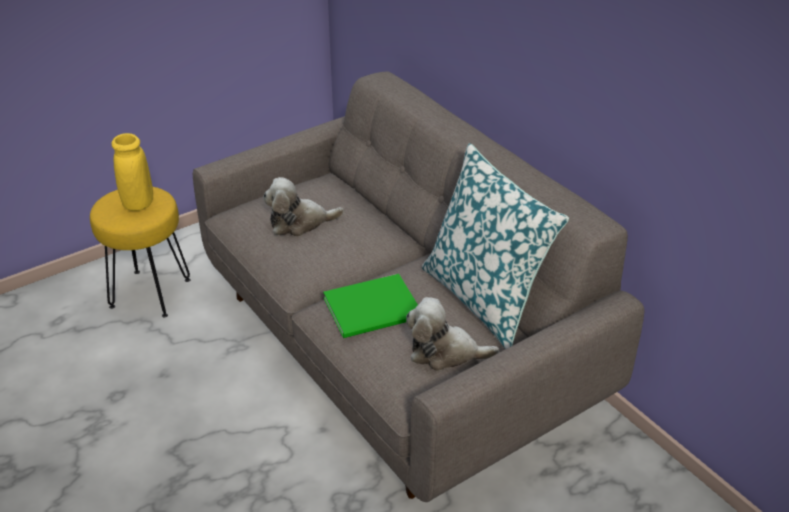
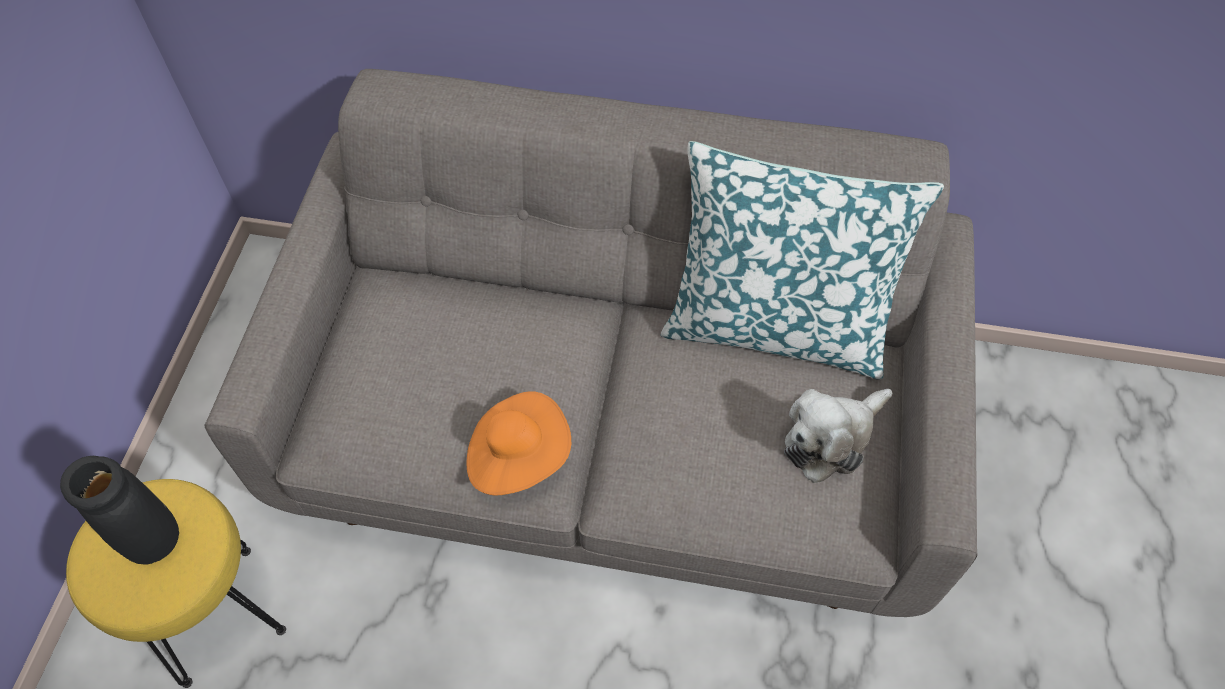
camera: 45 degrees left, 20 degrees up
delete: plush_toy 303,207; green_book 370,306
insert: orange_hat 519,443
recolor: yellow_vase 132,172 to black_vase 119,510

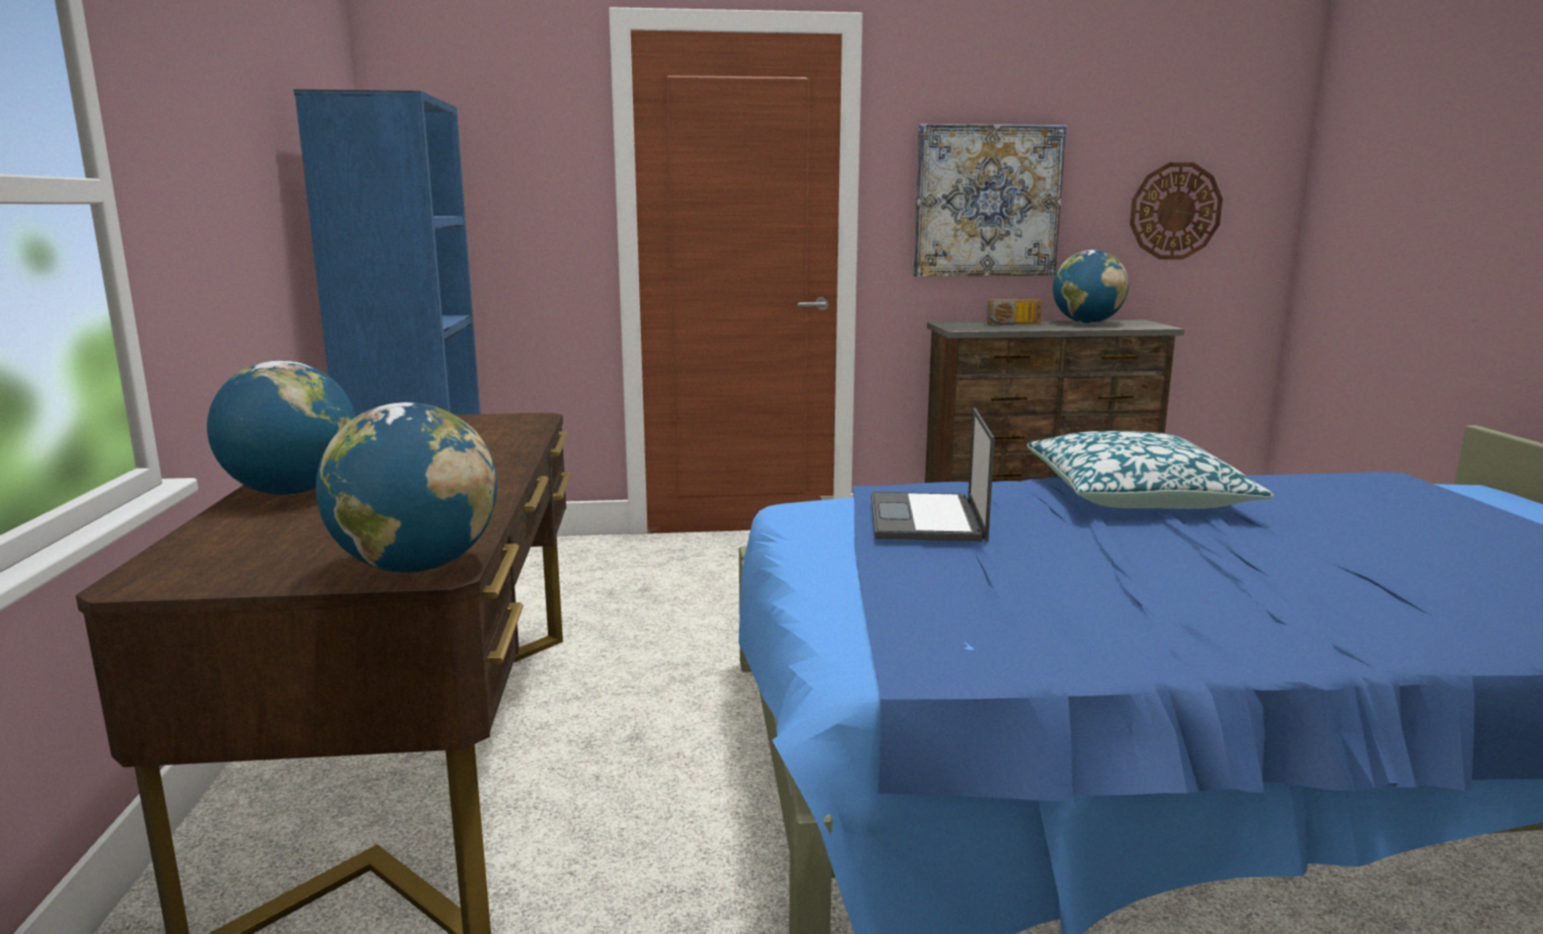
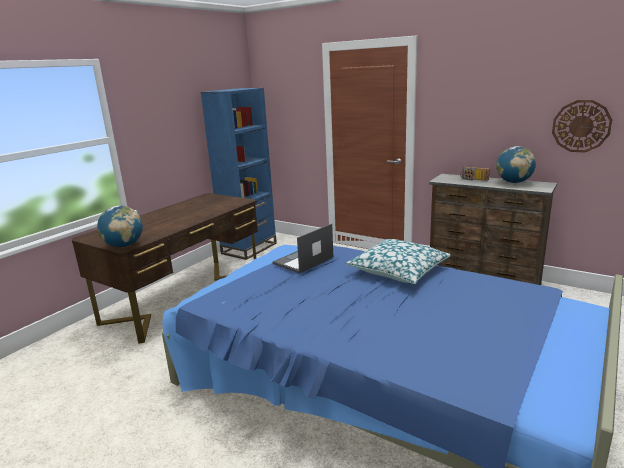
camera: 40 degrees right, 5 degrees up
delete: globe 281,428; picture 990,200

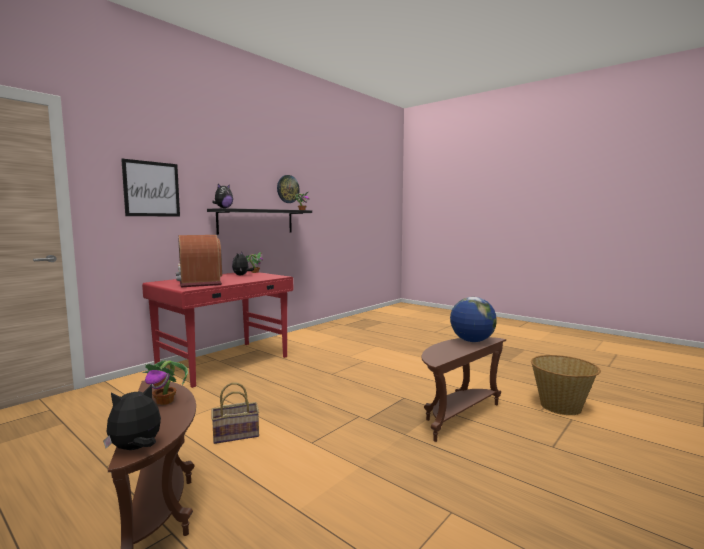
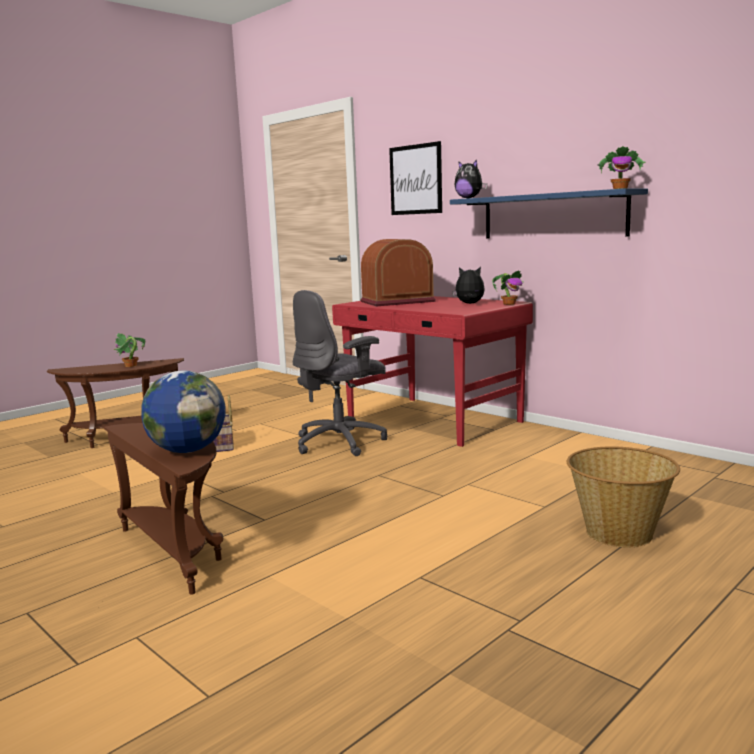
camera: 95 degrees right, 5 degrees up
delete: plush_toy 132,417; wall_clock 288,189
insert: grey_office_chair 340,373
move: basket 566,385 to 623,496
recolor: black_shelf 259,221 to blue_shelf 549,213

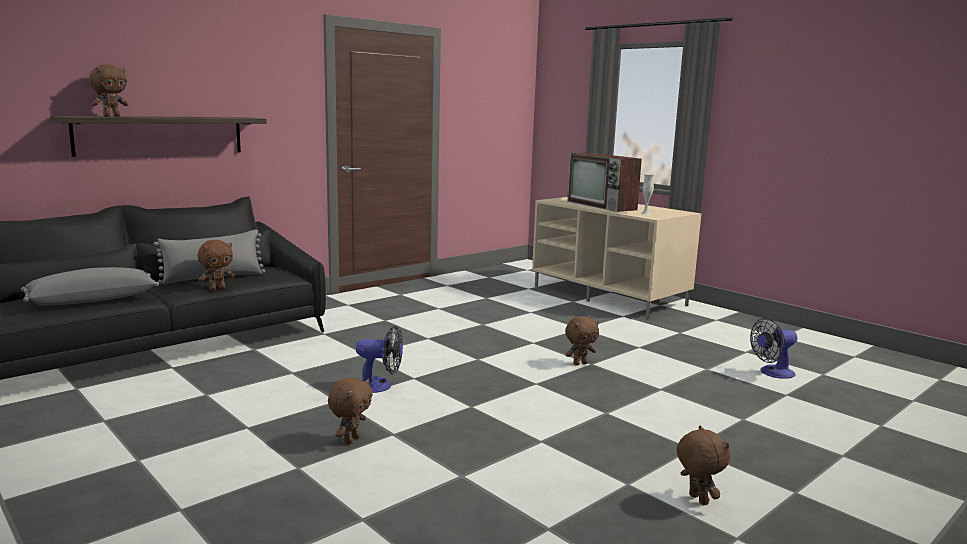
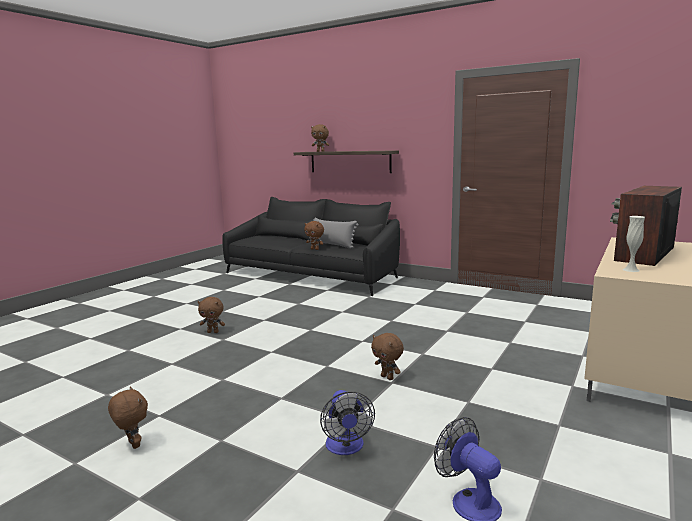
camera: 75 degrees right, 0 degrees up
delete: grey_pillow 90,286
move: fan 379,359 to 347,422
rotate: brown_plush_toy 703,465 = 128,418 90 degrees counterclockwise

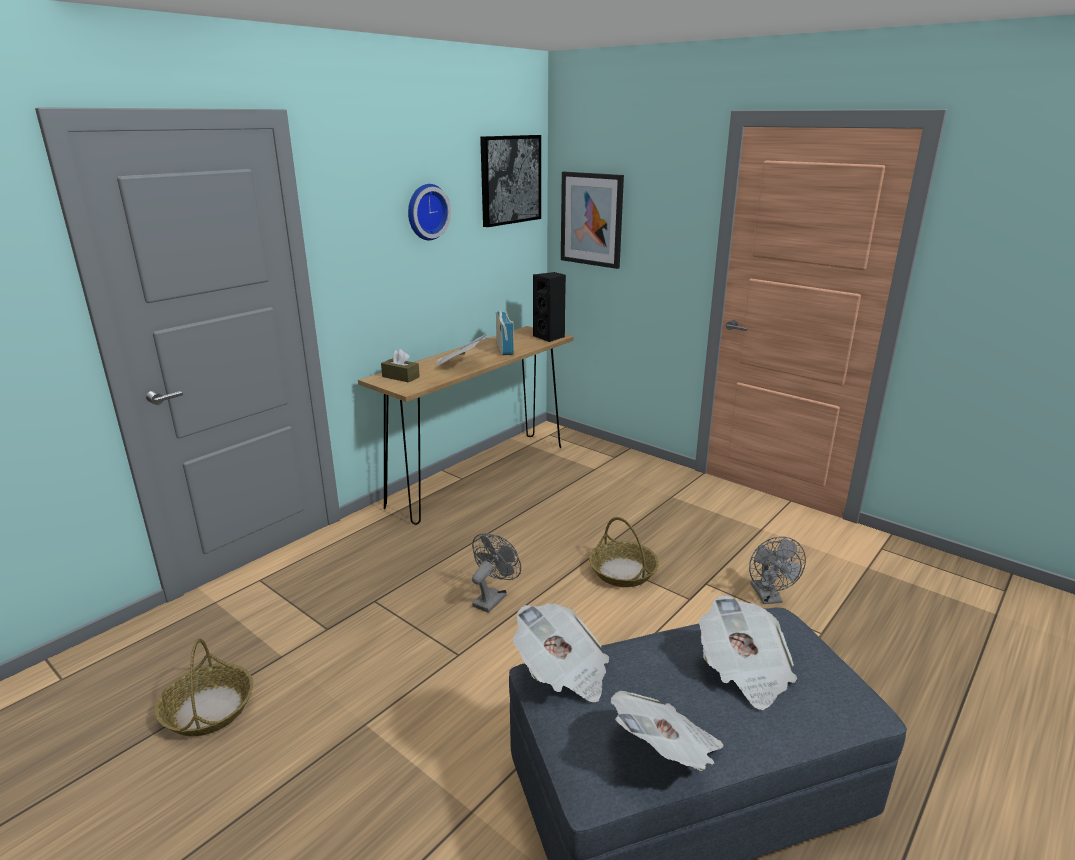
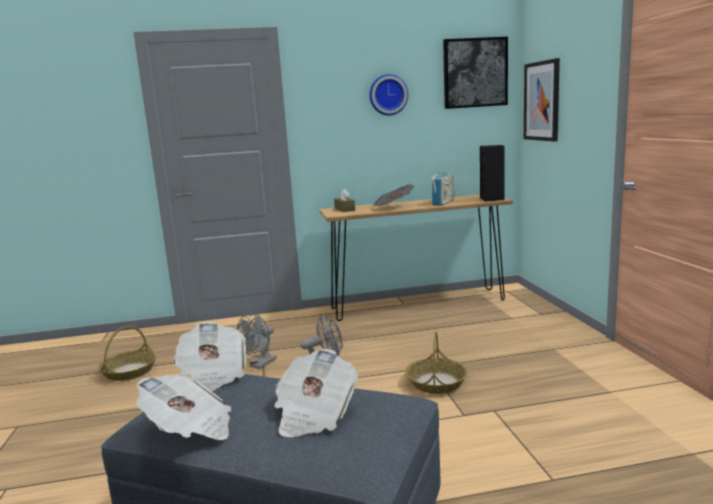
camera: 40 degrees right, 10 degrees down
move: grey_fan 777,570 to 257,341

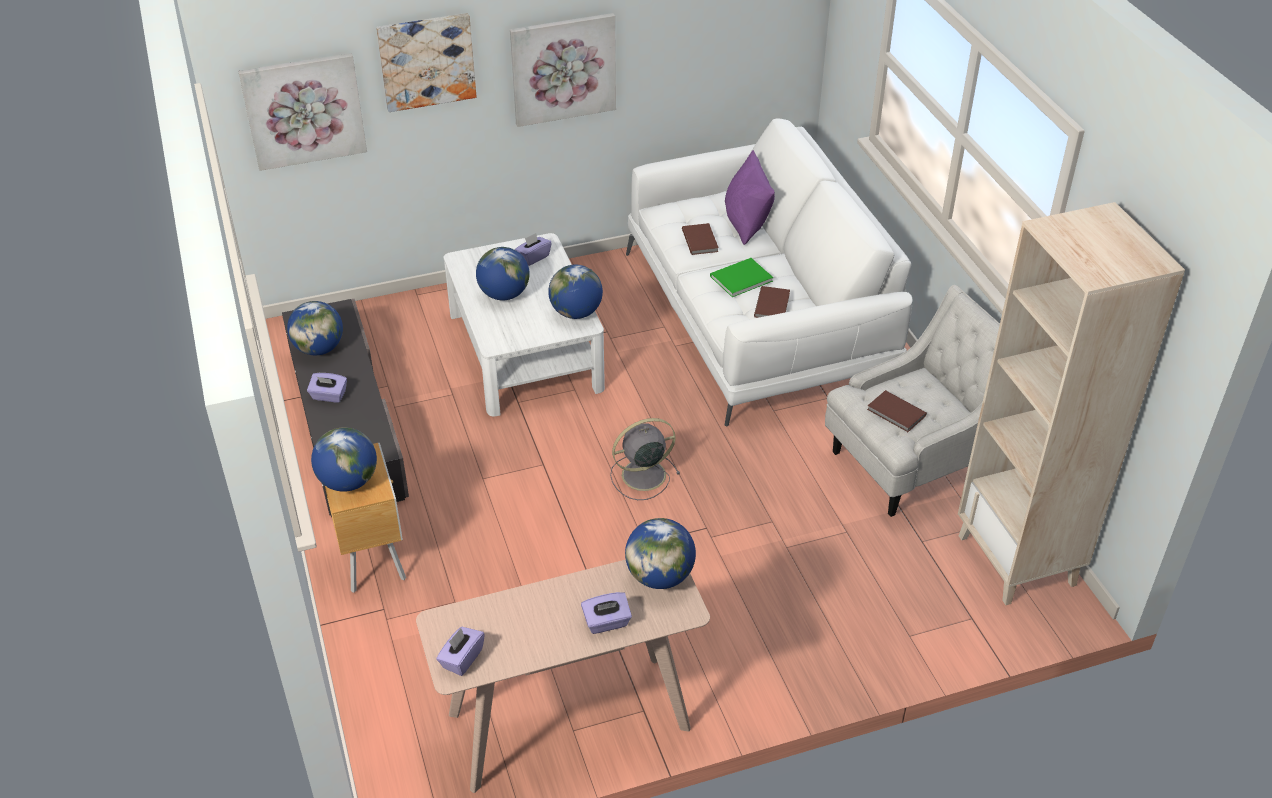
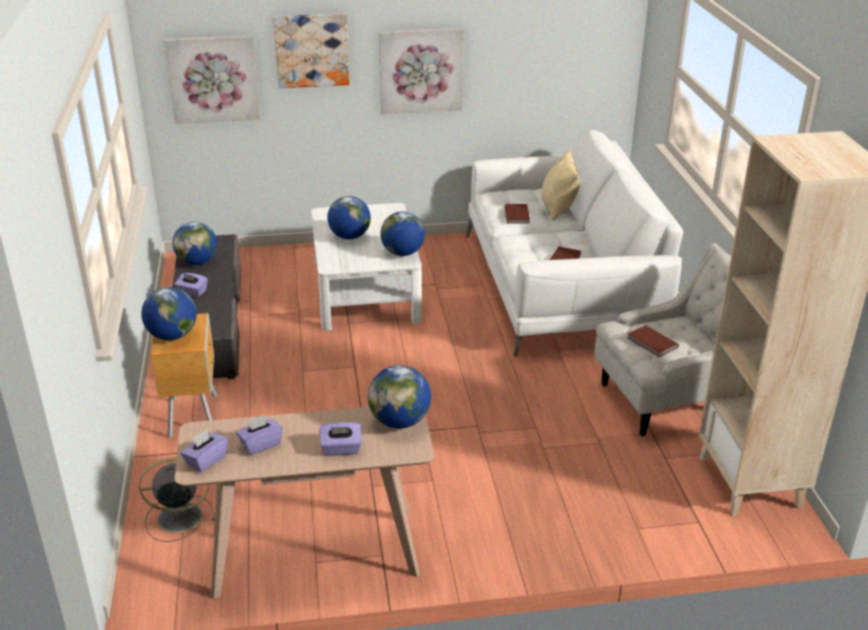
camera: 10 degrees right, 10 degrees down
delete: green_book 741,277
move: purple_tissue_box 533,249 to 259,435; grey_fan 645,459 to 177,500
recolor: purple_pillow 750,197 to beige_pillow 561,185

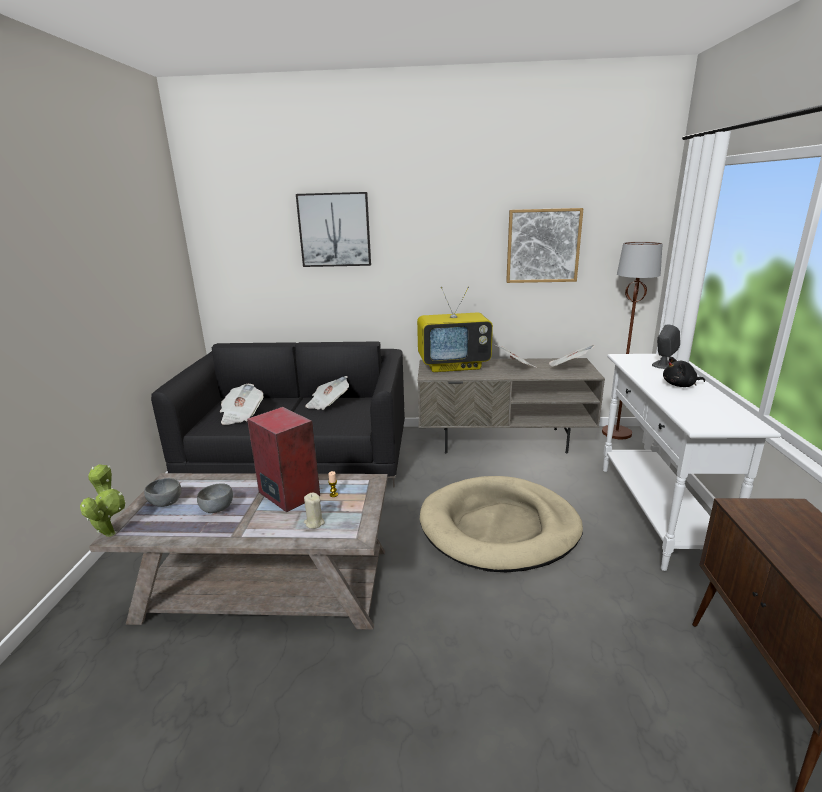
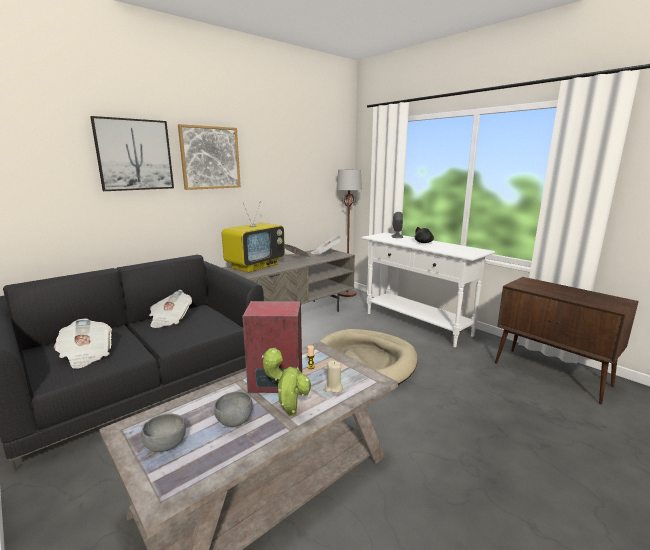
camera: 45 degrees left, 5 degrees down
move: potted_plant 102,500 to 286,381; picture 545,245 to 209,157

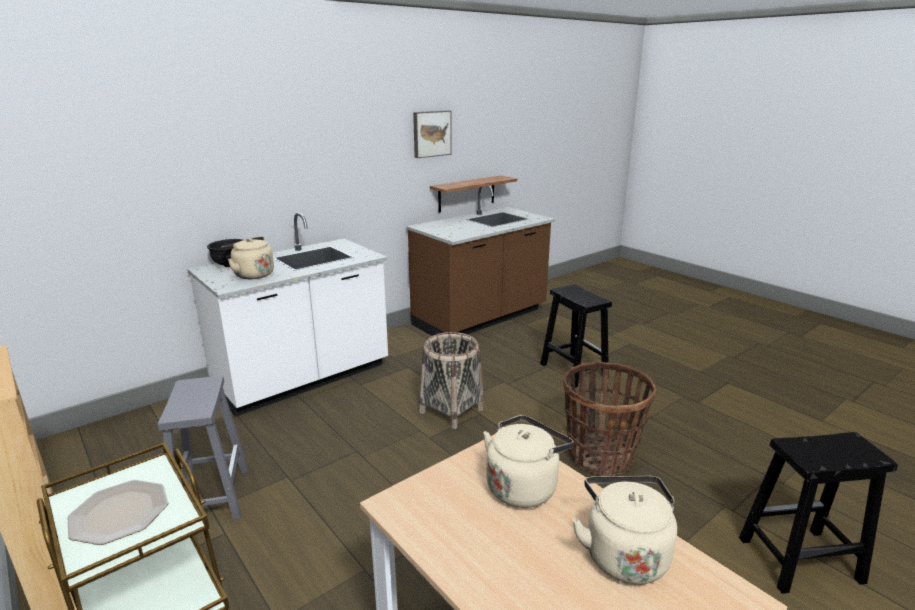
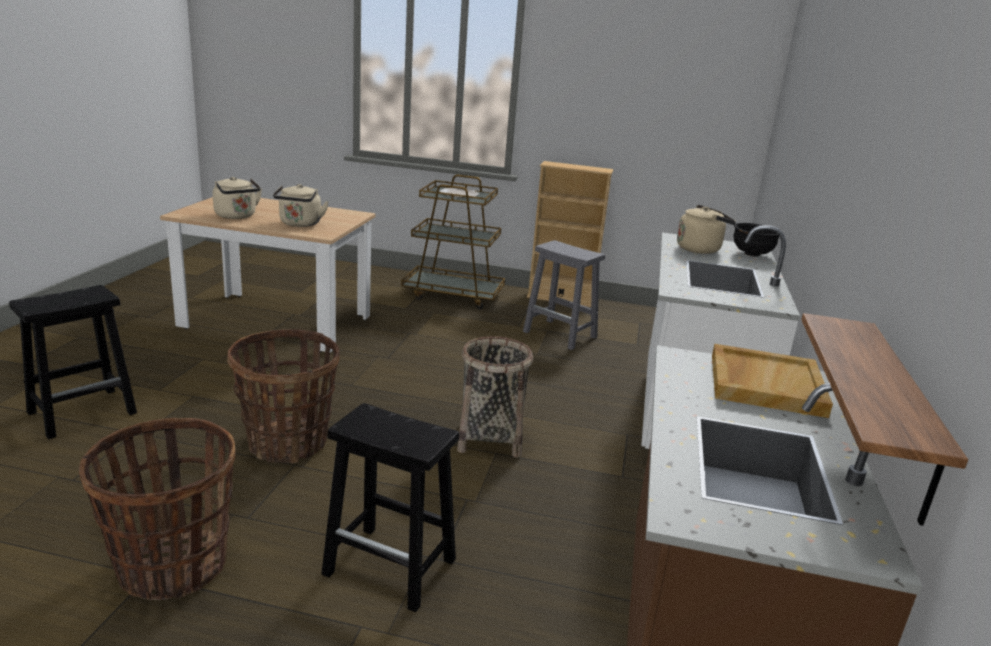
camera: 140 degrees right, 0 degrees up
delete: picture 432,134
insert: basket 157,509; beige_tray 772,381

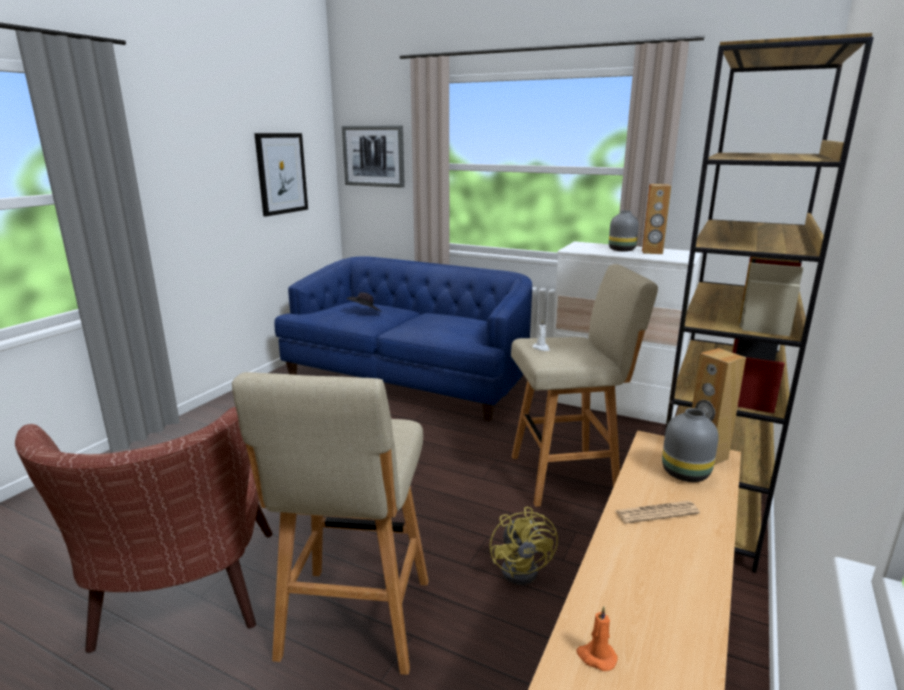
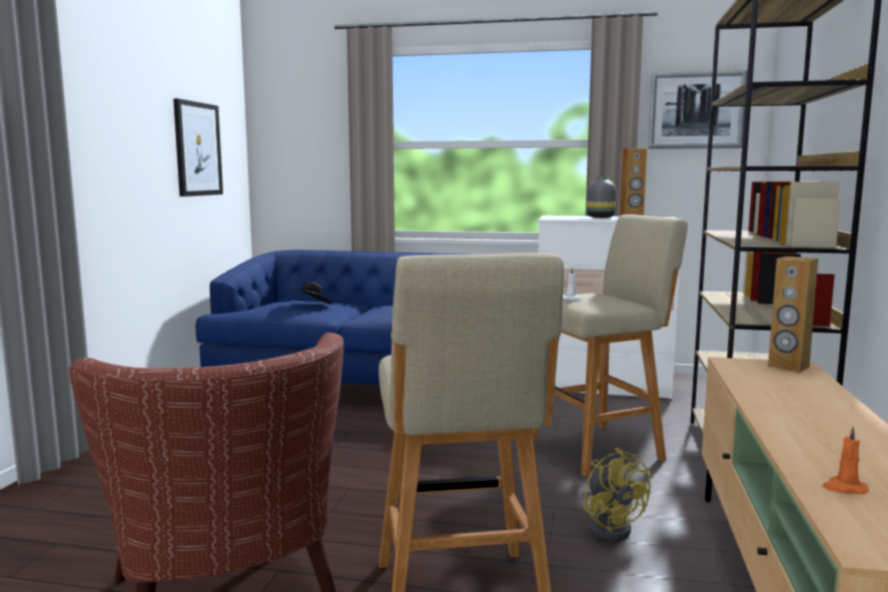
camera: 15 degrees left, 10 degrees down
delete: newspaper 657,512; grey_vase 690,445
move: picture 373,156 to 698,109

